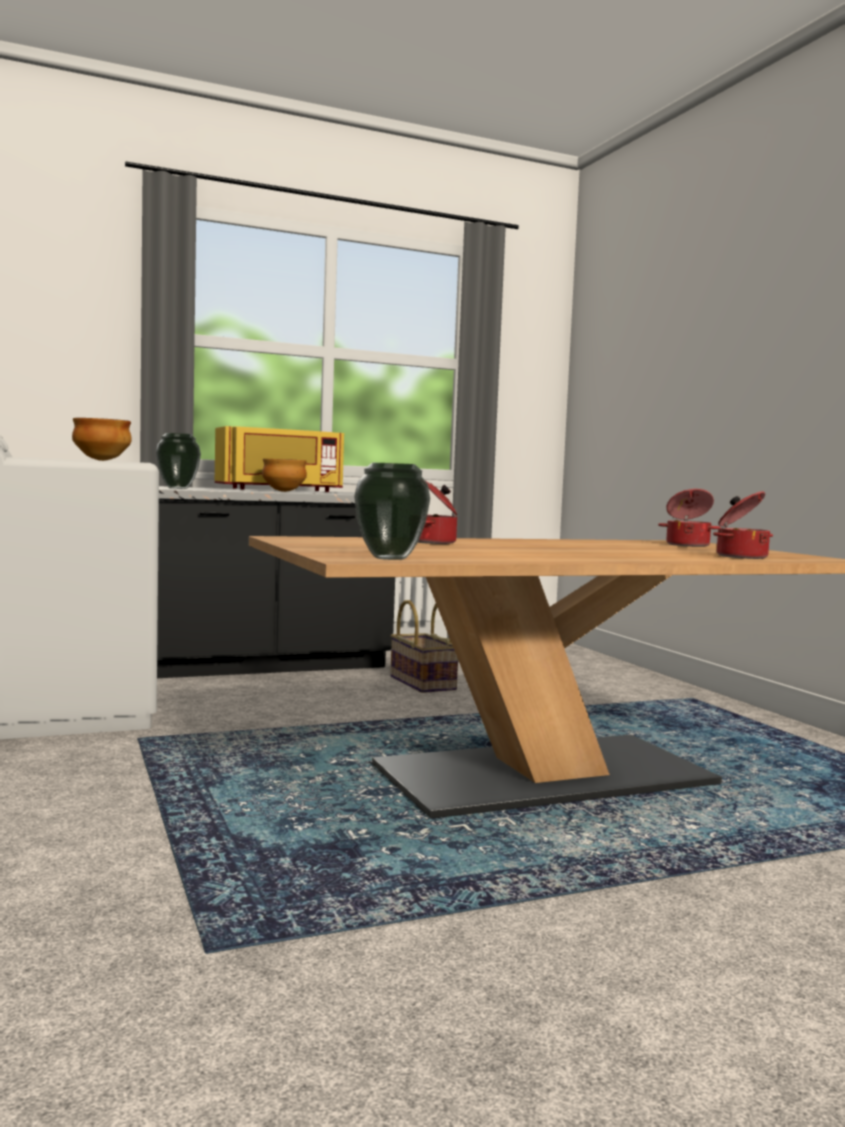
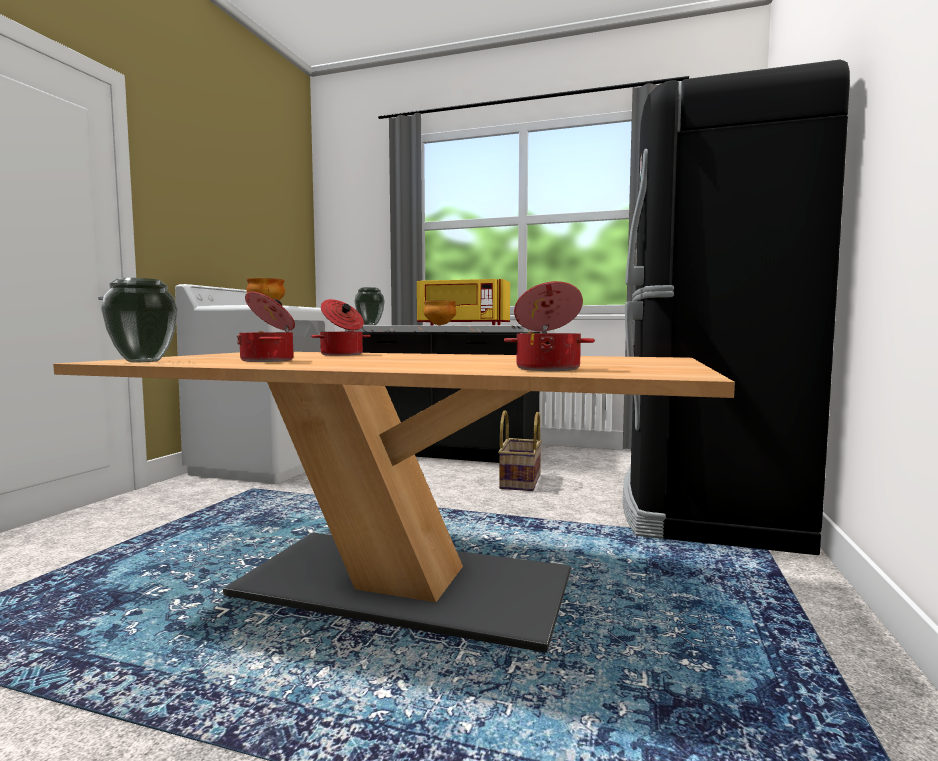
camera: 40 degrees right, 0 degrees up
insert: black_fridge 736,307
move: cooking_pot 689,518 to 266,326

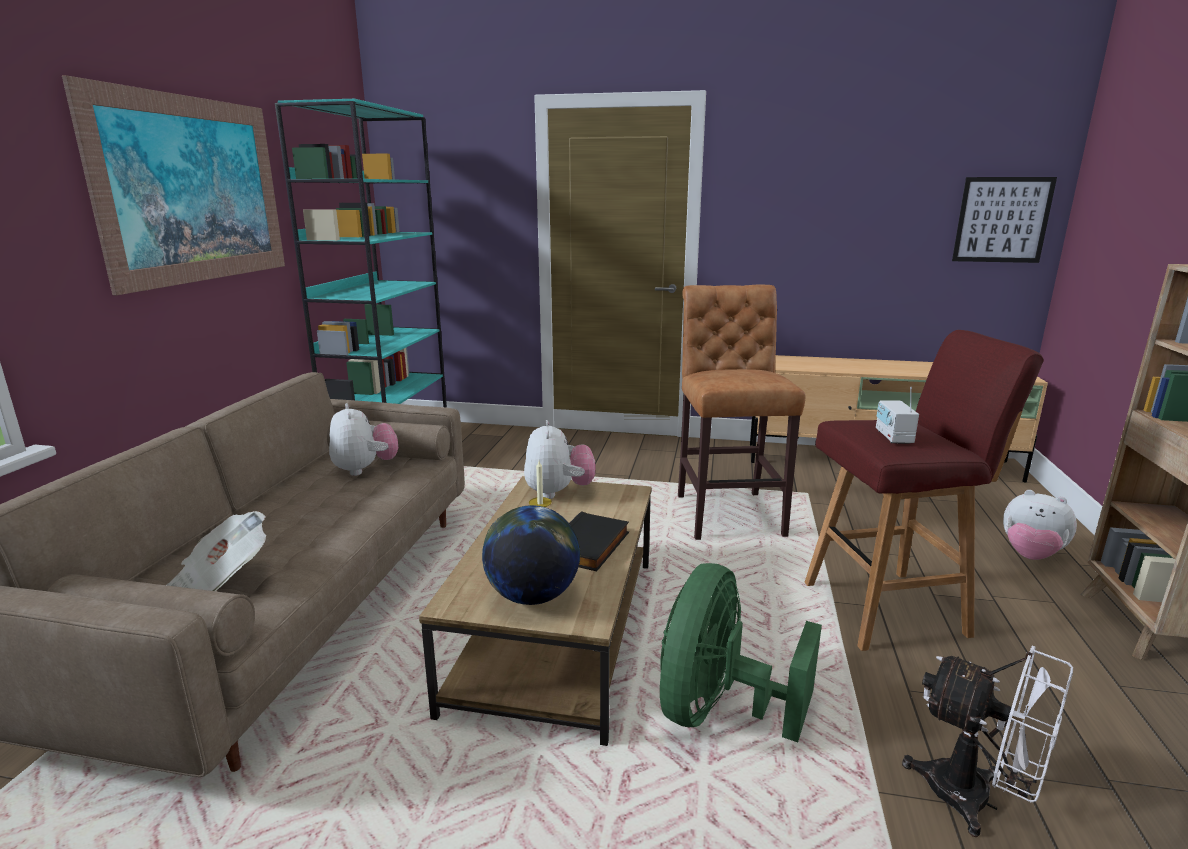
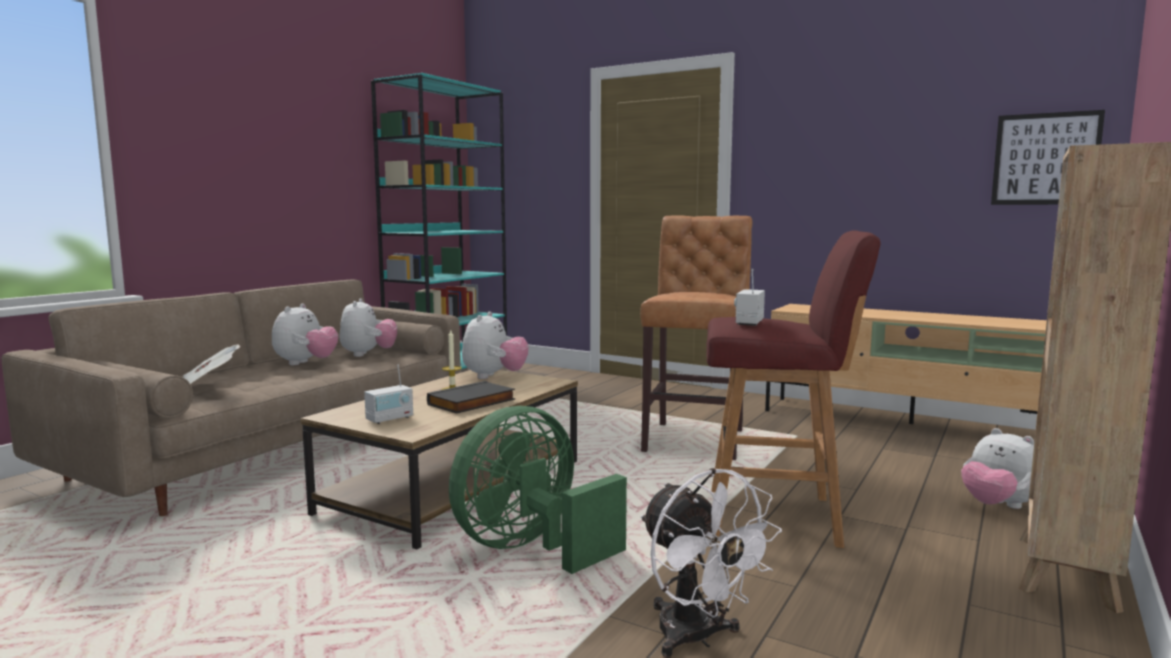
camera: 20 degrees right, 10 degrees down
delete: picture 173,185
insert: plush_toy 305,334
replace: globe 531,555 to radio 388,394

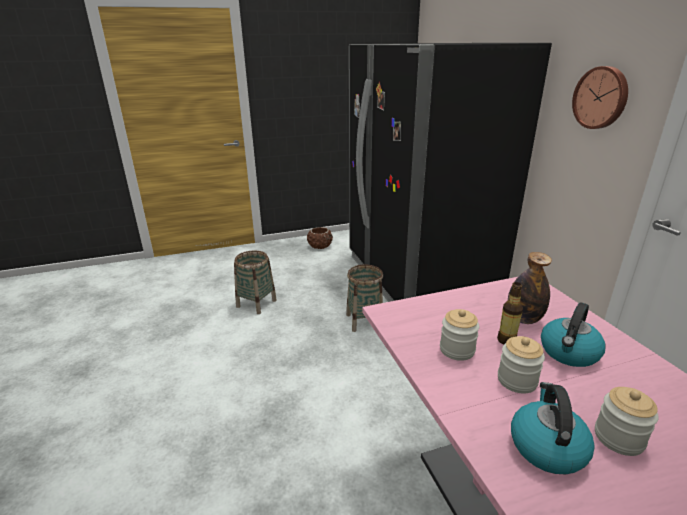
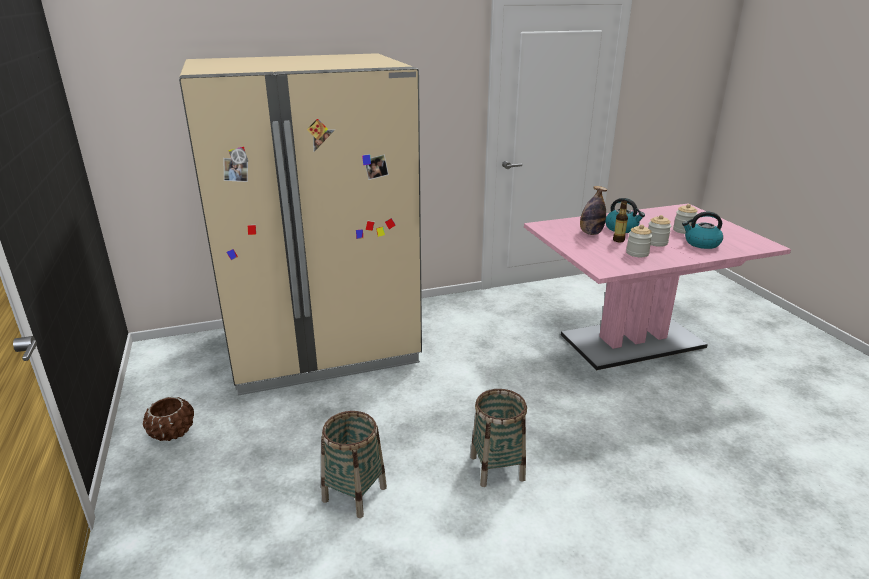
camera: 90 degrees left, 0 degrees up
delete: wall_clock 600,97
move: basket 364,298 to 498,438
recolor: black_fridge 450,172 to beige_fridge 300,224

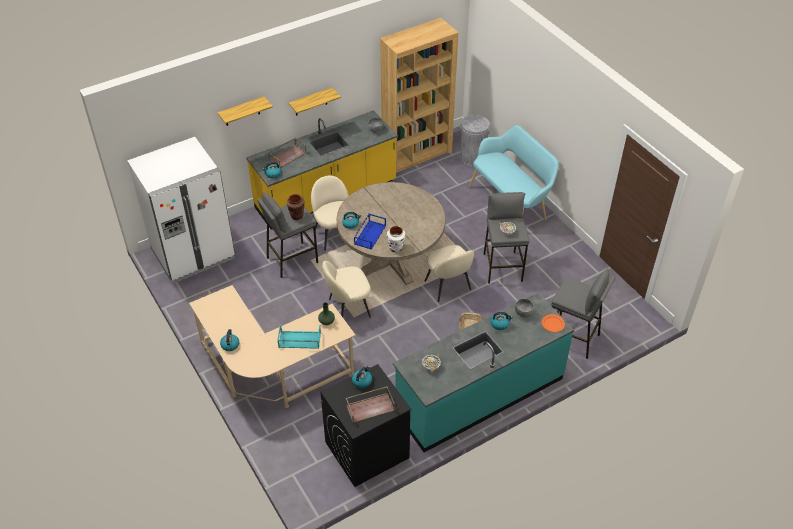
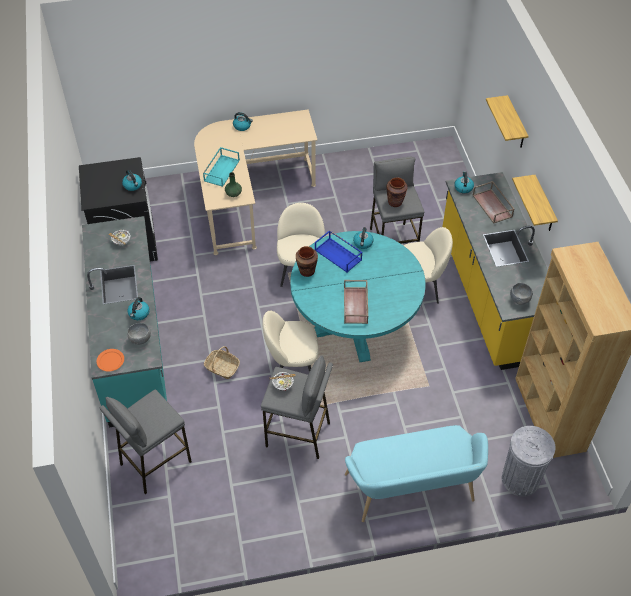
camera: 110 degrees right, 5 degrees up
delete: white_fridge 181,210
move: brown_tray 370,404 to 356,302
recolor: beige_dining_table 391,233 to turquoise_dining_table 358,296; white_vase 396,239 to brown_vase 307,261

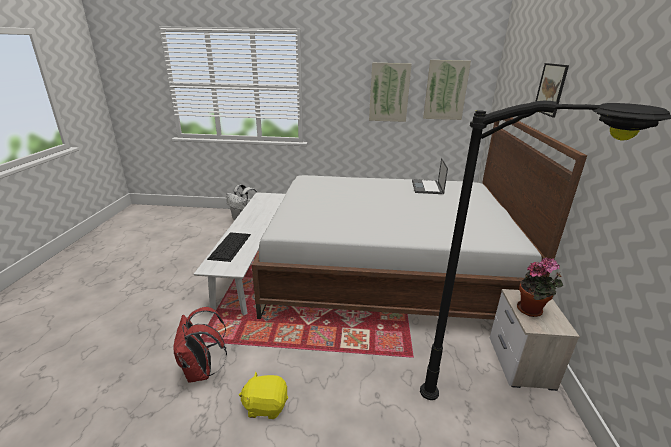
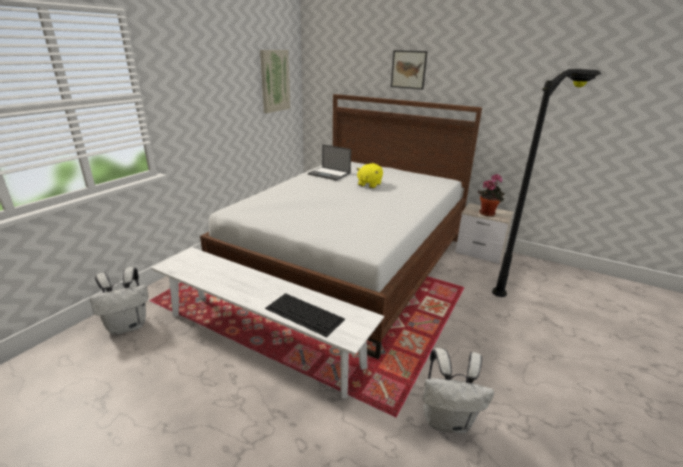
camera: 65 degrees left, 0 degrees up
delete: picture 390,92
move: yellow_plush_toy 263,395 to 369,175
recolor: red_backpack 200,345 to white_backpack 458,391

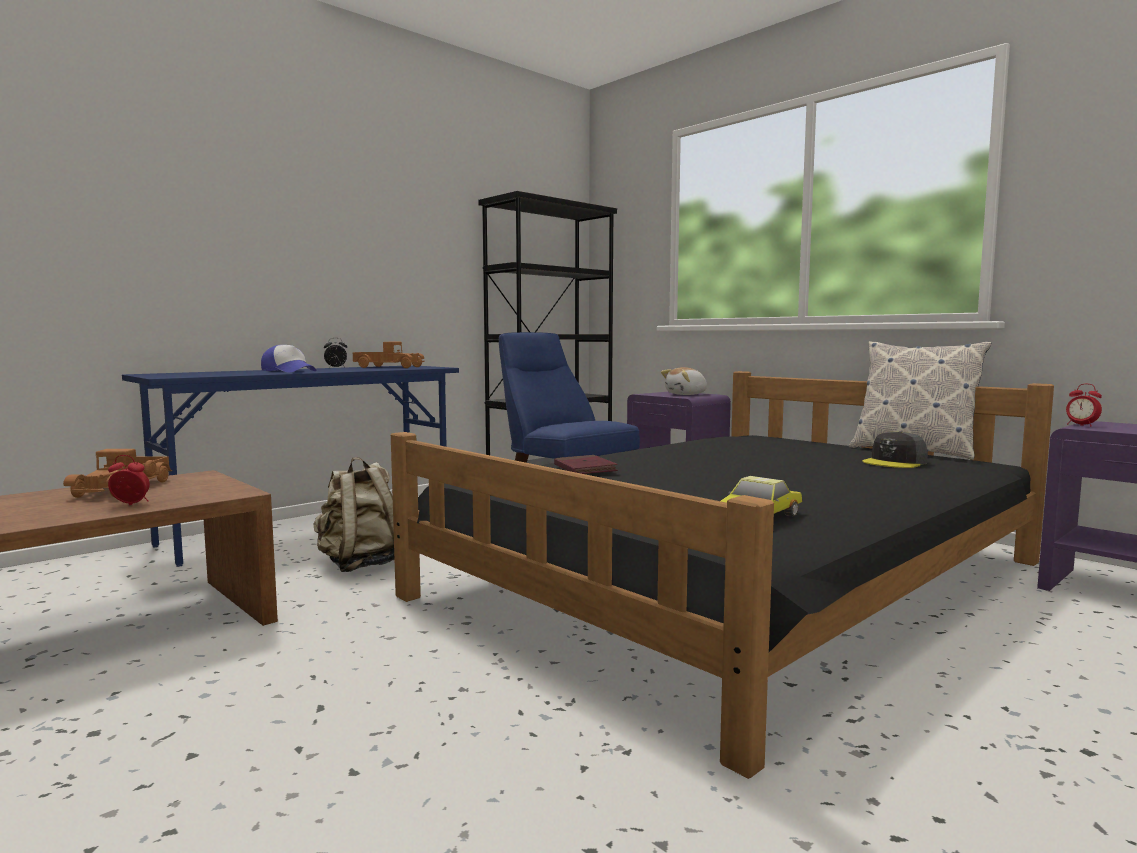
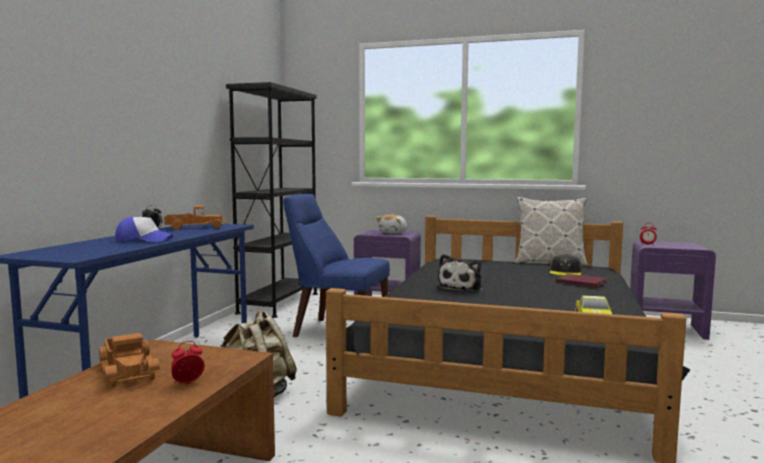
camera: 30 degrees left, 0 degrees up
insert: plush_toy 460,273
move: red_book 586,464 to 582,280

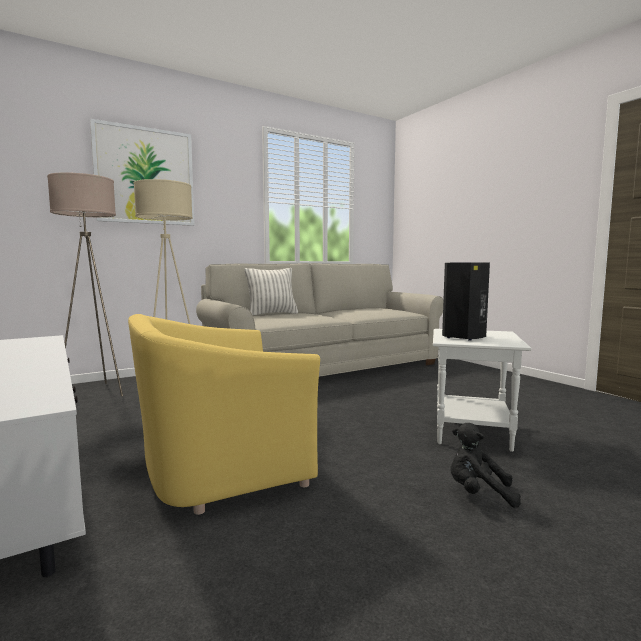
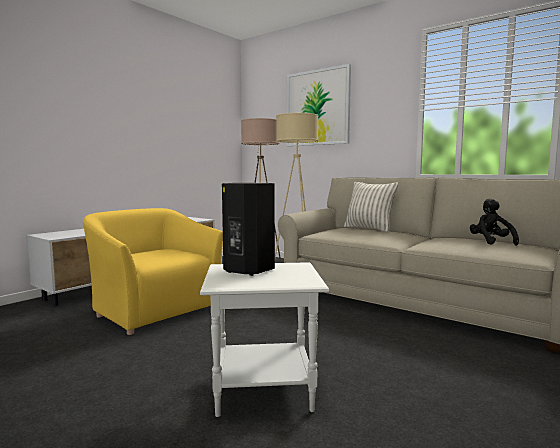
camera: 70 degrees right, 0 degrees up
move: black_plush_toy 486,465 to 494,222

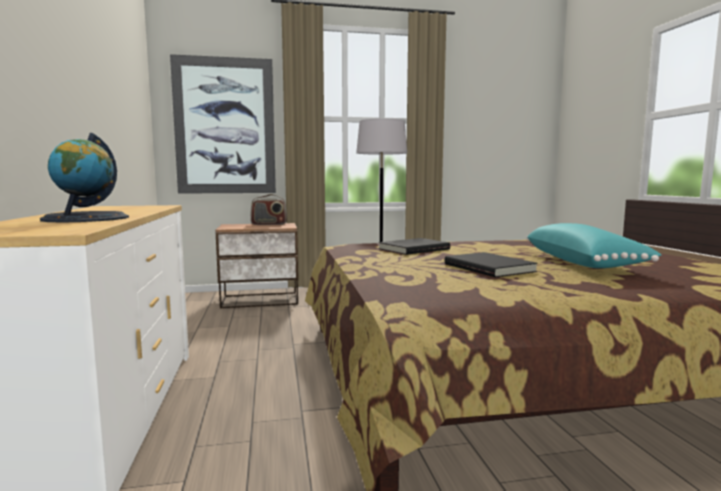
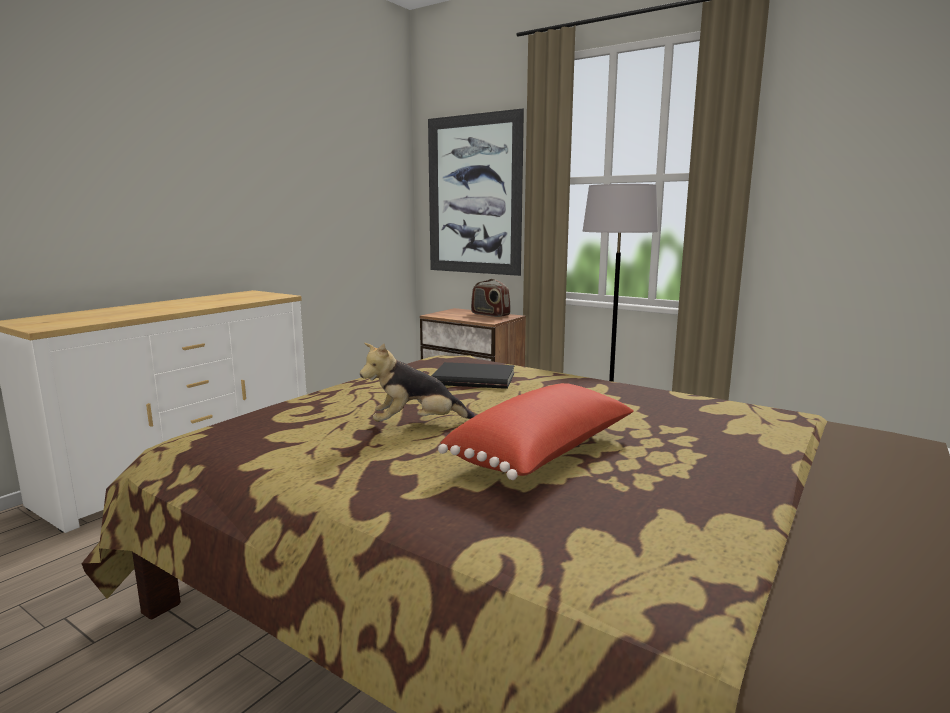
camera: 45 degrees right, 5 degrees up
delete: globe 84,177
replace: black_book 491,265 to plush_toy 417,382
recolor: turquoise_pillow 593,245 to red_pillow 536,431

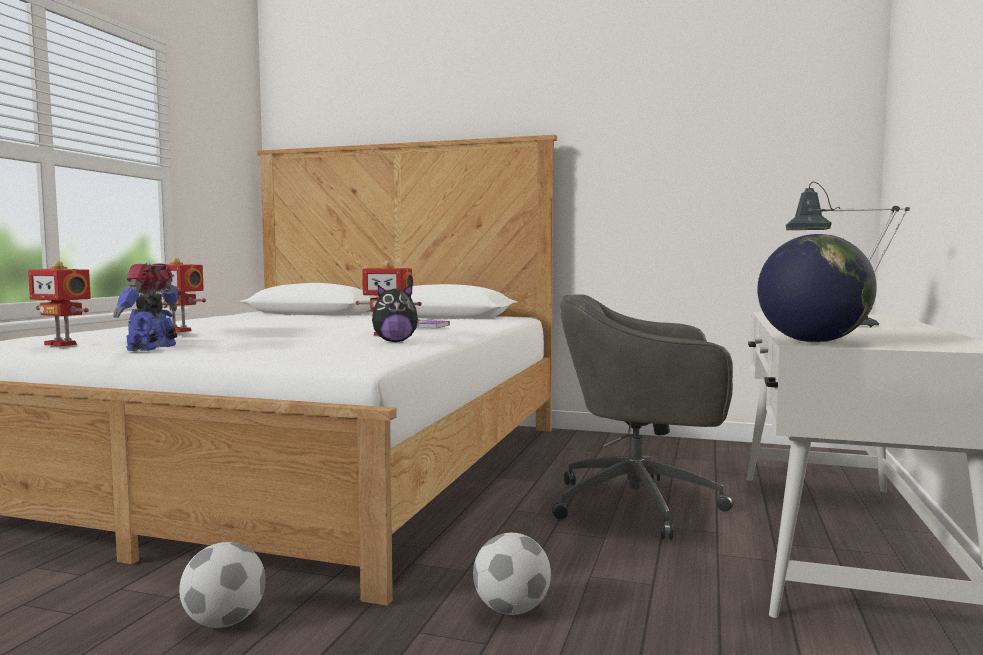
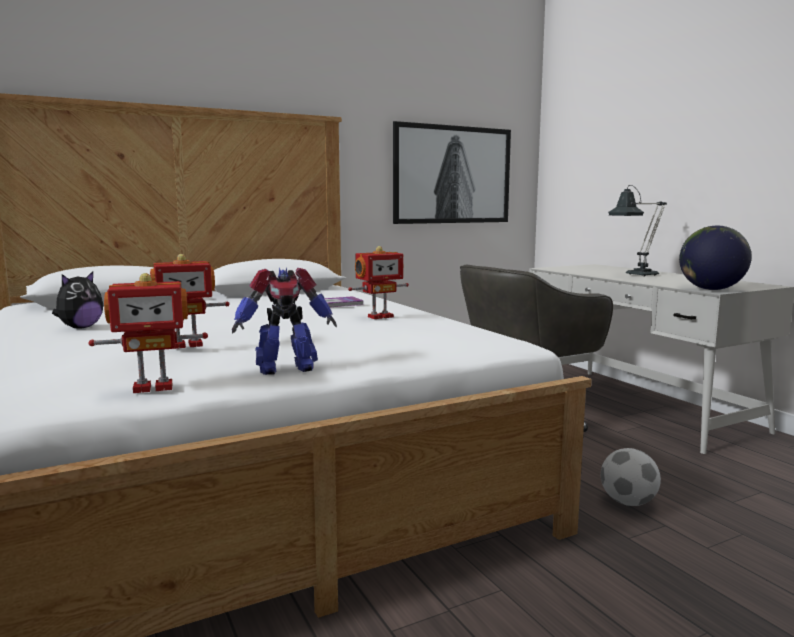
camera: 45 degrees left, 5 degrees up
delete: football 222,585
insert: picture 452,172
move: plush_toy 395,313 to 77,299
rotate: toy_robot 146,307 = 284,321 75 degrees counterclockwise

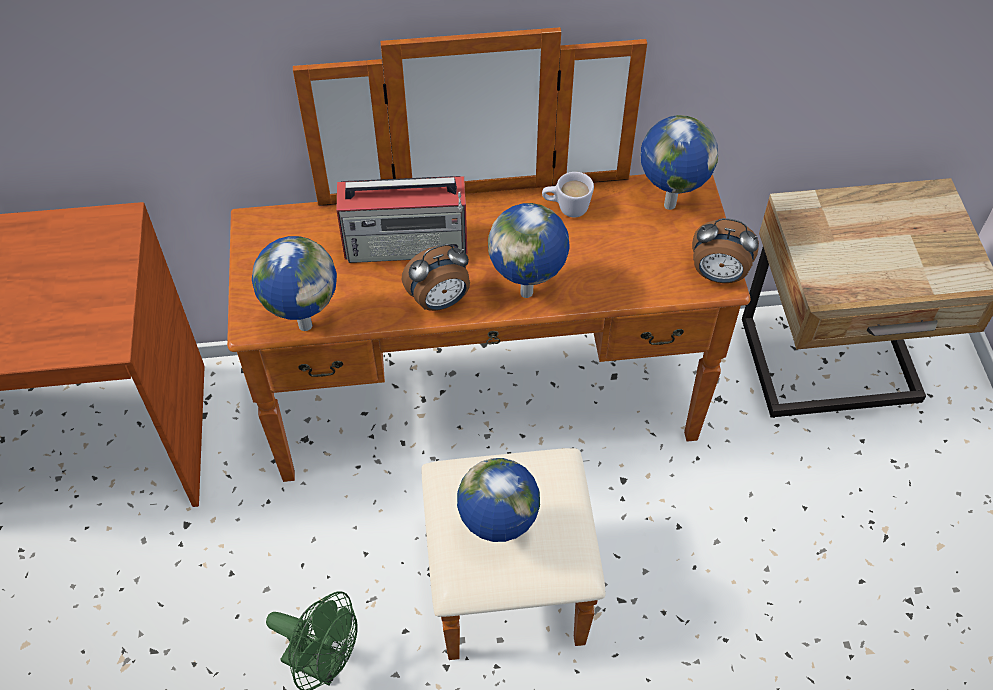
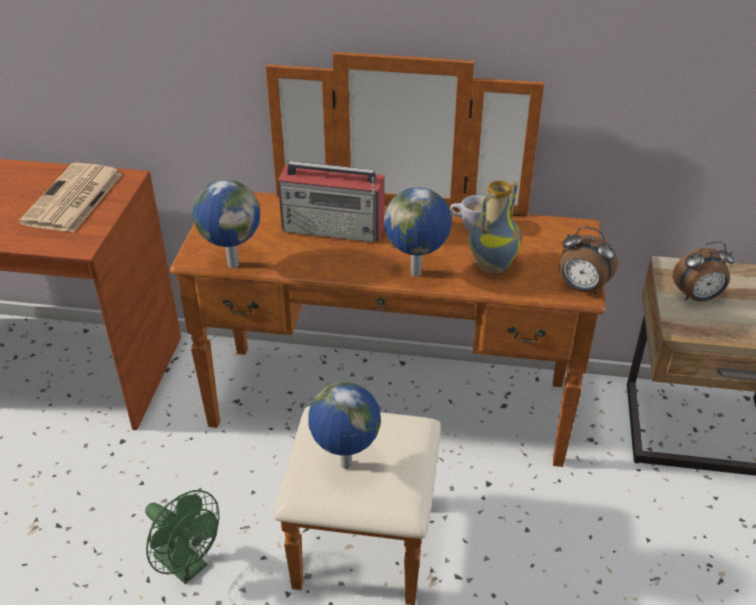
camera: 15 degrees right, 15 degrees down
delete: globe 679,162
insert: newspaper 70,197; vase 495,227
move: alarm_clock 436,277 to 703,271

